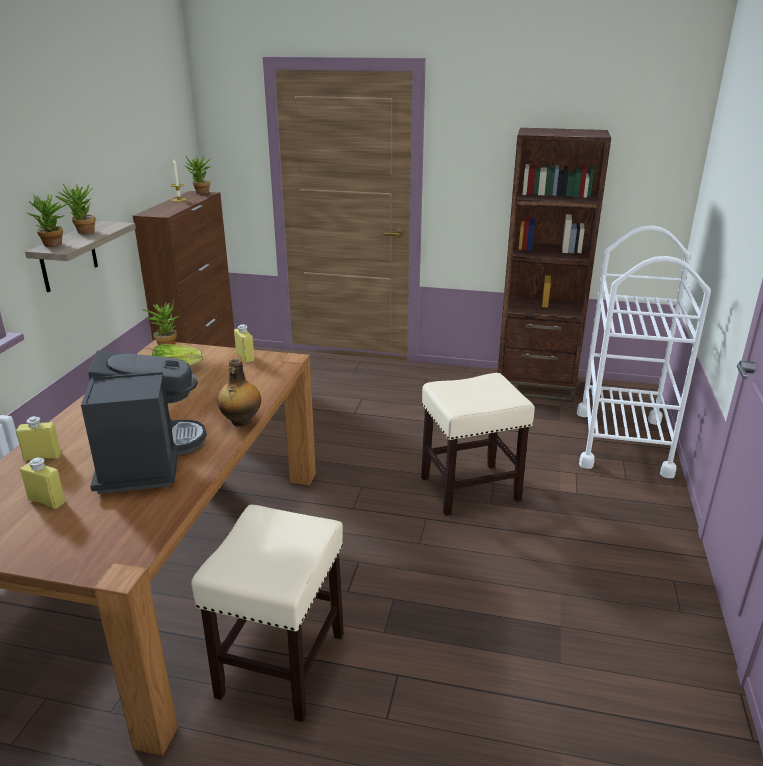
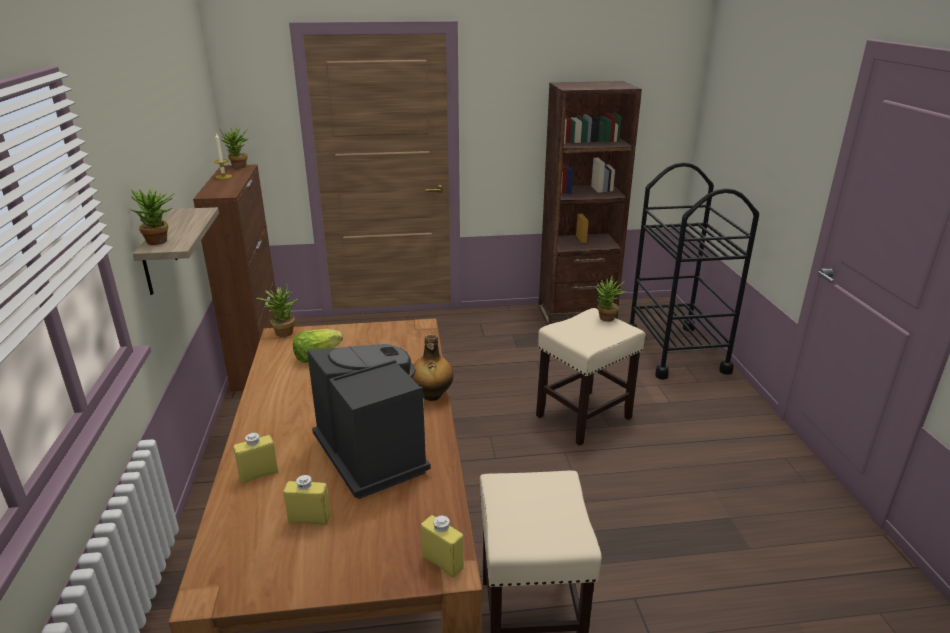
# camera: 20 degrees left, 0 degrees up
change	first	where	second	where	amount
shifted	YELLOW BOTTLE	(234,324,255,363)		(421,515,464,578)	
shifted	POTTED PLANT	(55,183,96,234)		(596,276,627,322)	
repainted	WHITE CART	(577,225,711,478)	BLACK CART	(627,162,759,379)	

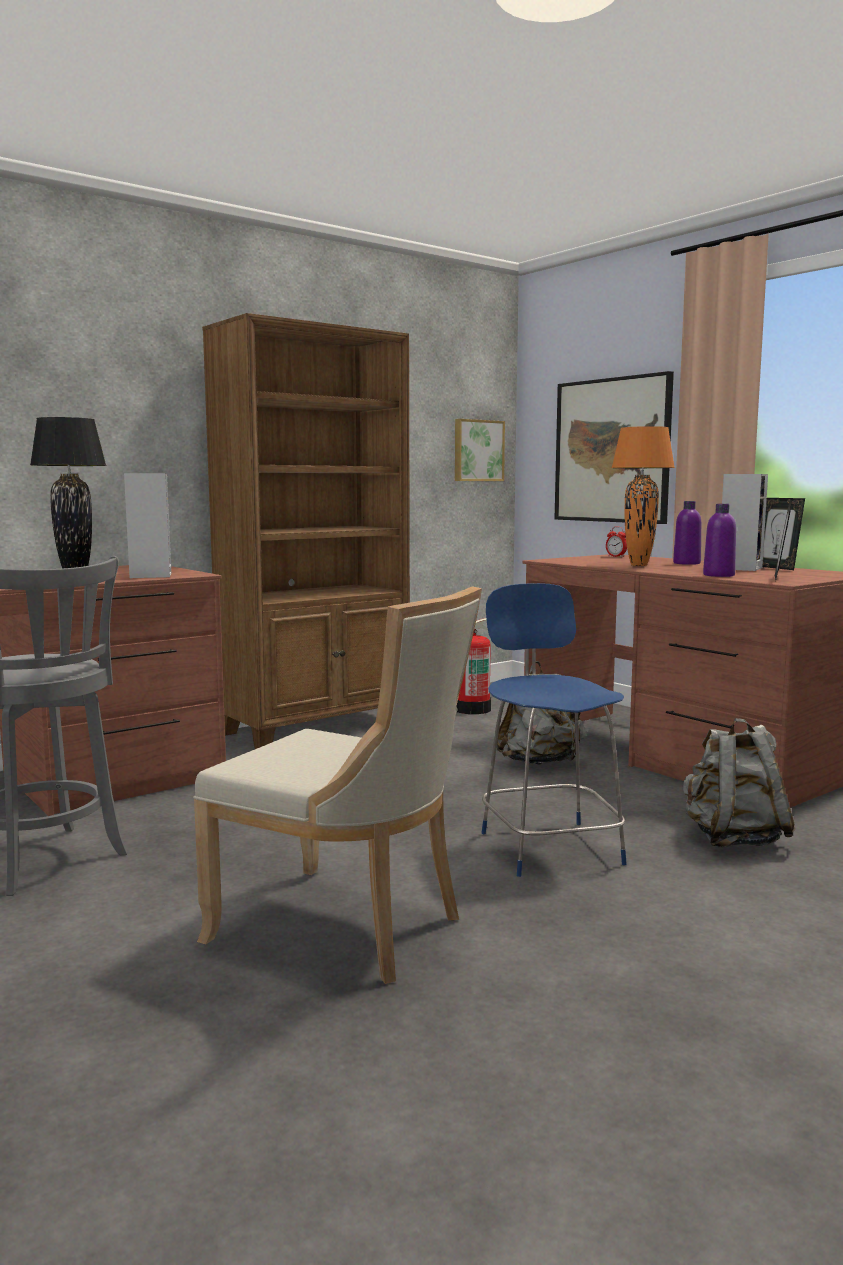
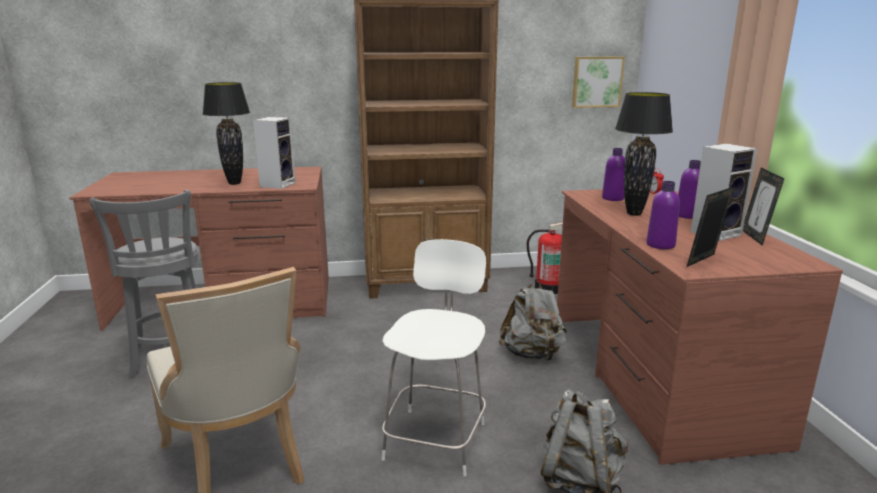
# camera: 30 degrees right, 10 degrees up
change	first	where	second	where	amount
repainted	BLUE CHAIR	(482,583,627,877)	WHITE CHAIR	(381,239,486,477)	
new			PURPLE BOTTLE	(602,148,625,201)	
repainted	ORANGE TABLE LAMP	(611,426,675,566)	BLACK TABLE LAMP	(615,92,673,216)	
gone	PICTURE	(555,371,674,524)			

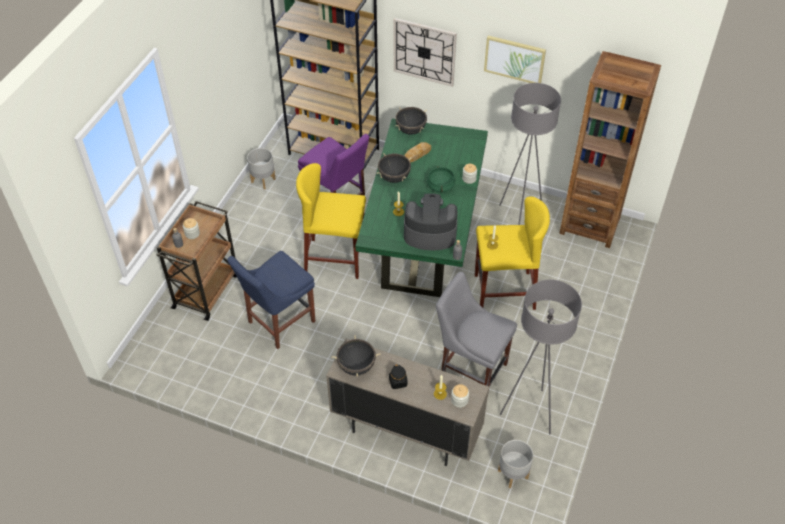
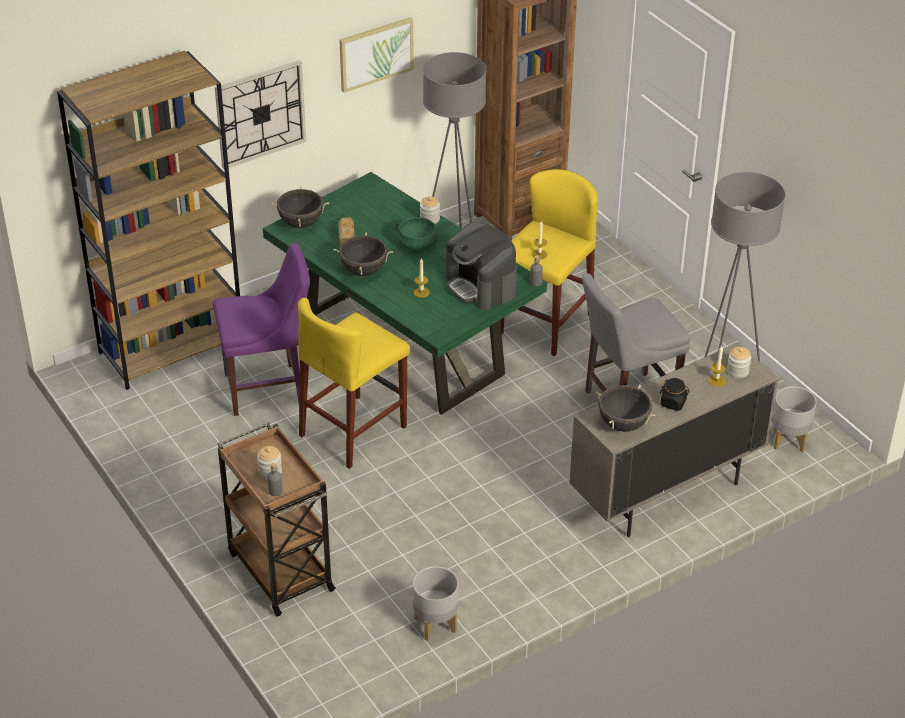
# camera: 55 degrees left, 10 degrees down
change	first	where	second	where	amount
shifted	GREY PLANTER	(247,148,276,189)		(413,566,459,641)	
rotated	COFFEE MACHINE	(404,193,458,250)		(445,222,517,310)	75 degrees counterclockwise
gone	BLUE CHAIR	(227,251,315,349)			

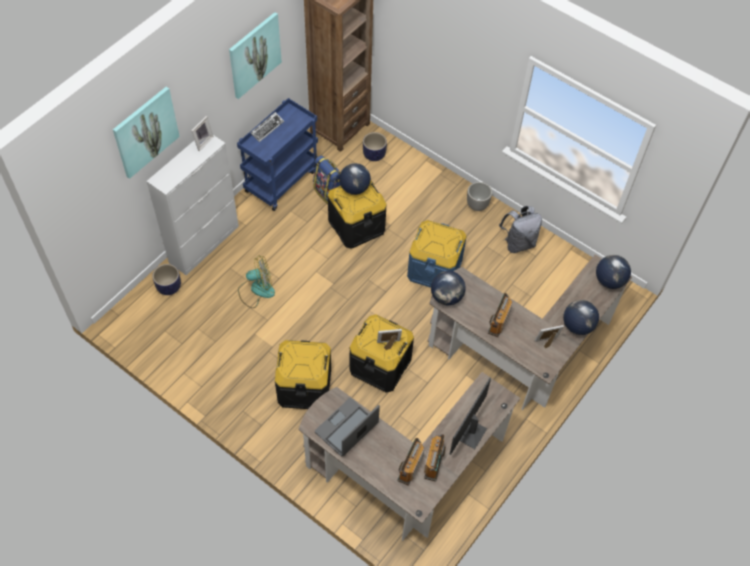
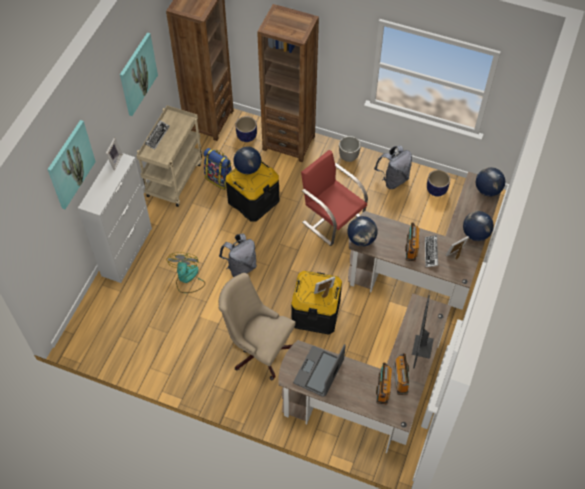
# camera: 15 degrees left, 0 degrees up
change	first	where	second	where	amount
repainted	BLUE CART	(237,98,318,211)	BEIGE CART	(136,105,203,207)	
rotated	FAN	(238,255,275,308)		(168,252,205,293)	60 degrees counterclockwise
new			GREY BACKPACK	(219,233,257,277)	
swapped	BLACK STORAGE BOX	(275,340,331,409)	BEIGE OFFICE CHAIR	(219,273,296,381)	
new			BROWN BOOKCASE	(257,4,319,162)	
swapped	BLUE STORAGE BOX	(407,220,467,288)	RED CHAIR	(301,150,368,246)	
new			KEYBOARD	(425,235,438,267)	
shifted	PLANTER	(152,264,181,295)		(427,170,450,197)	

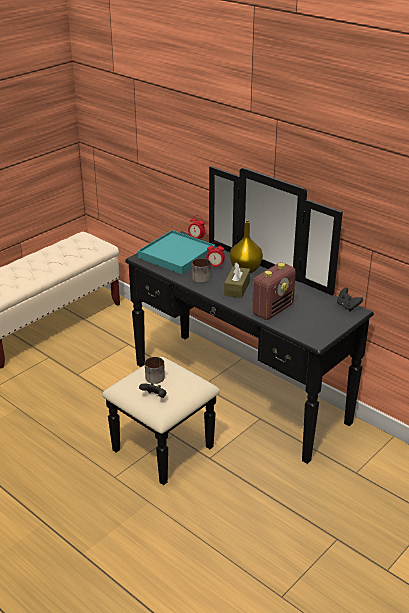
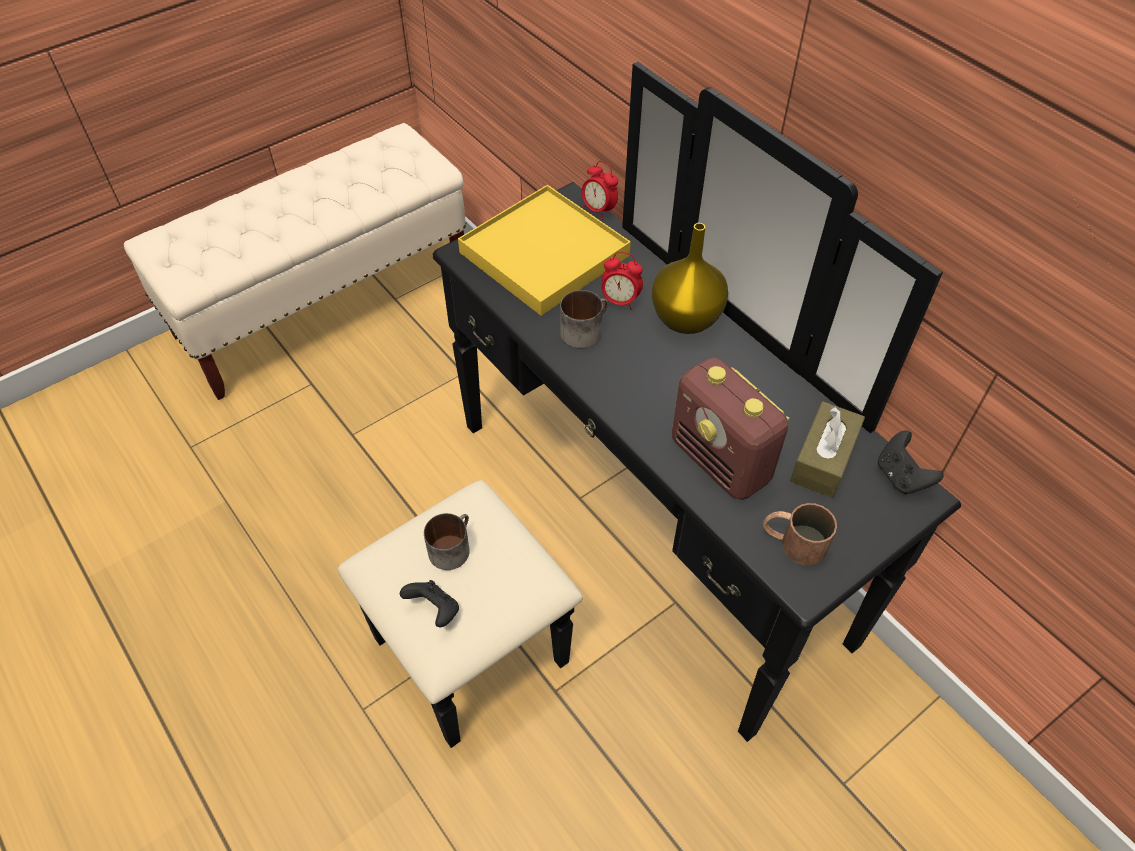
# camera: 10 degrees right, 20 degrees up
change	first	where	second	where	amount
repainted	TURQUOISE TRAY	(138,230,215,274)	YELLOW TRAY	(458,185,631,316)	
rotated	RADIO	(252,262,296,320)		(672,358,790,500)	90 degrees clockwise
new			BROWN MUG	(763,503,837,566)	
shifted	BROWN TISSUE BOX	(224,262,250,298)		(790,402,865,498)	

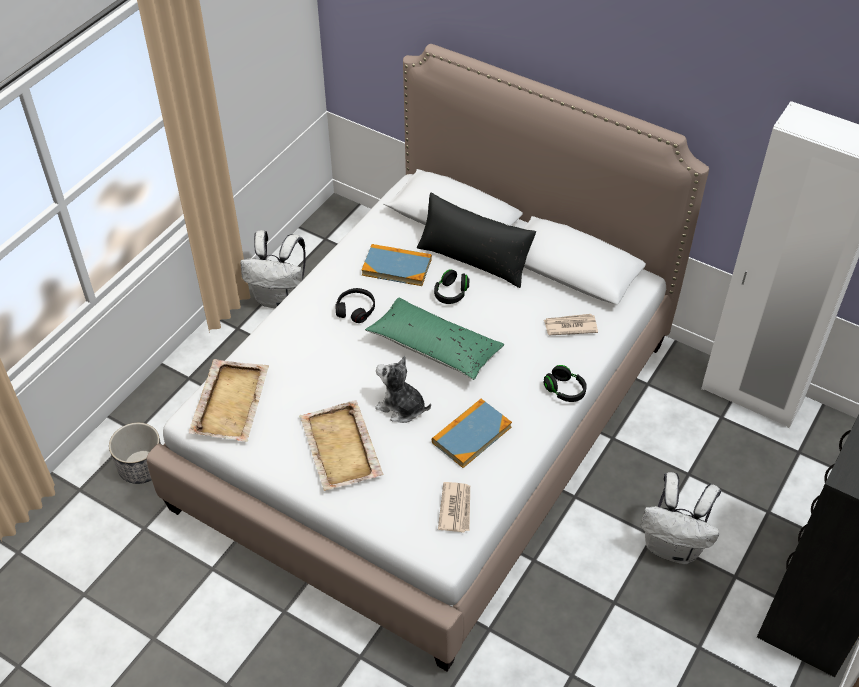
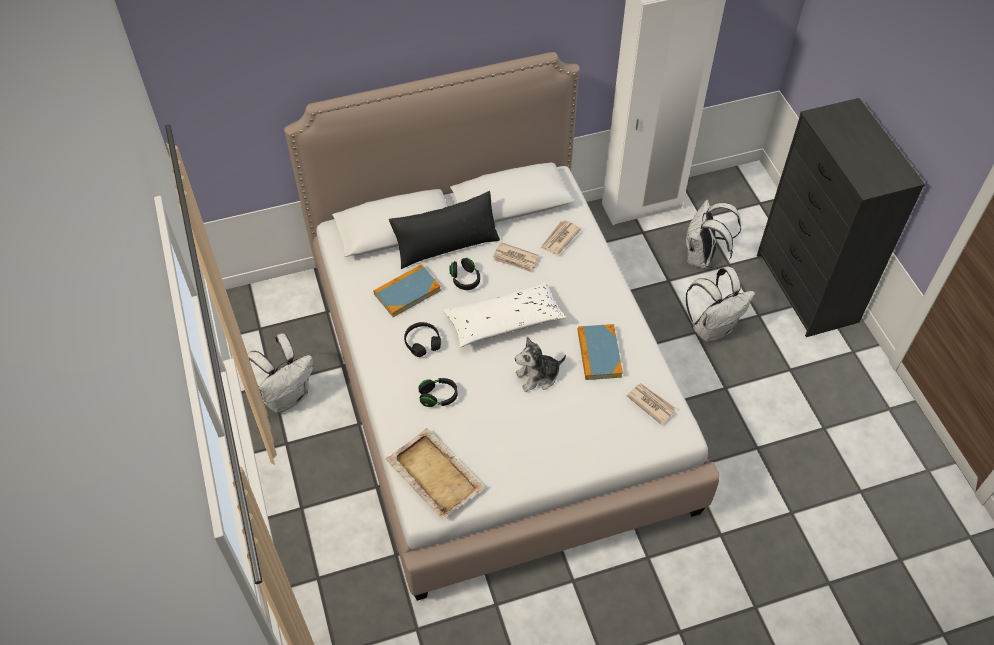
# camera: 50 degrees left, 5 degrees up
change	first	where	second	where	amount
shifted	BLACK HEADPHONES	(543,365,587,402)		(418,378,458,407)	
repainted	GREEN PILLOW	(365,298,504,380)	WHITE PILLOW	(443,282,567,347)	
new			NEWSPAPER	(493,242,539,273)	
new			WHITE BACKPACK	(686,200,741,269)	
gone	PLANTER	(109,423,161,484)			
gone	BEIGE TRAY	(299,400,383,491)			

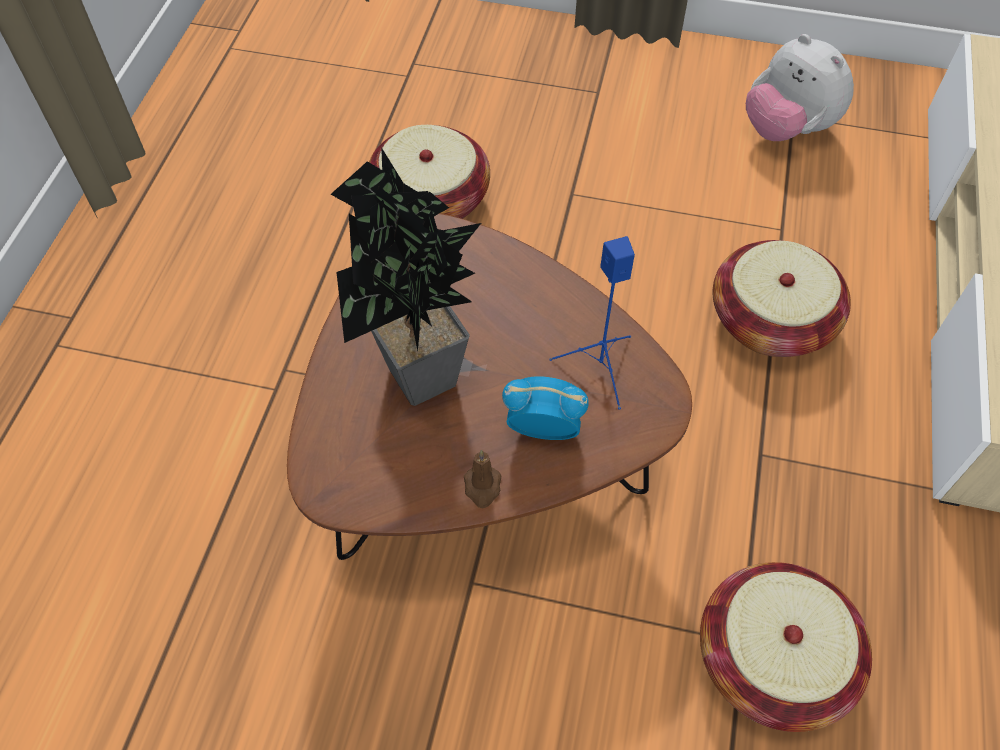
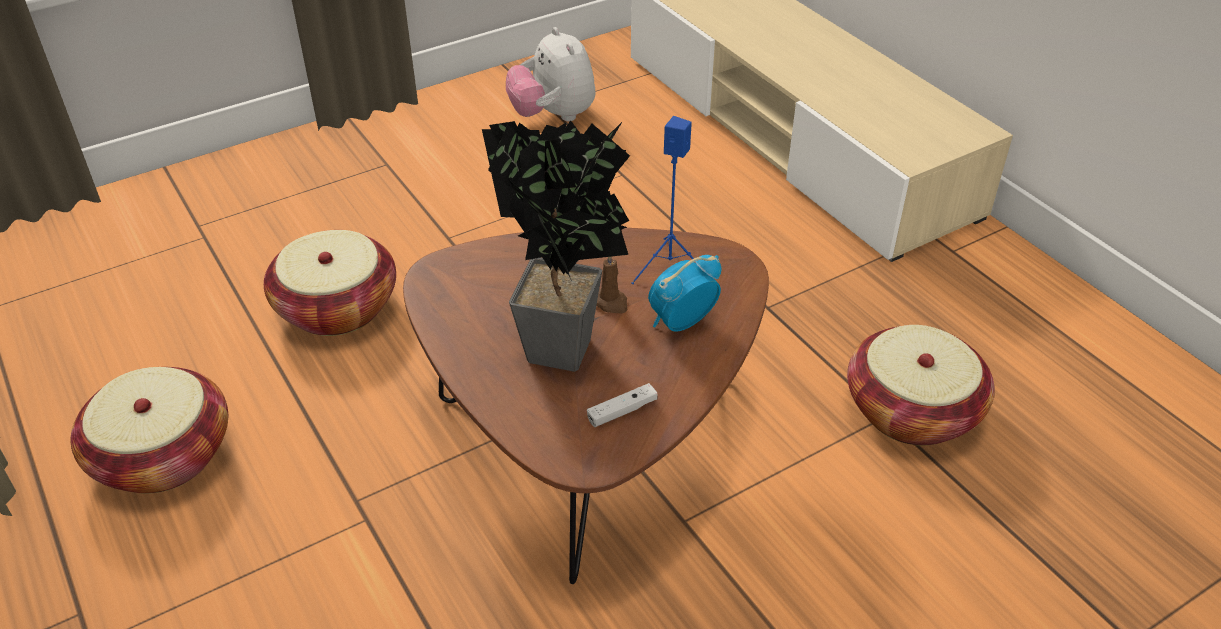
# camera: 45 degrees left, 15 degrees down
change	first	where	second	where	amount
shifted	BASKET	(713,240,851,357)		(71,367,228,494)	
rotated	PLUSH TOY	(746,34,854,141)		(506,27,595,121)	60 degrees clockwise
new			WHITE GAME CONTROLLER	(587,383,657,427)	
shifted	BROWN CANDLE	(464,450,501,508)		(596,257,627,313)	

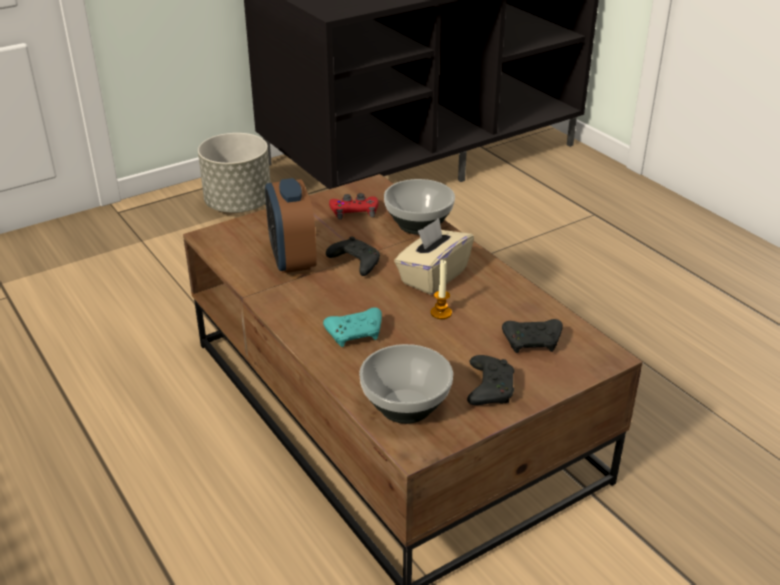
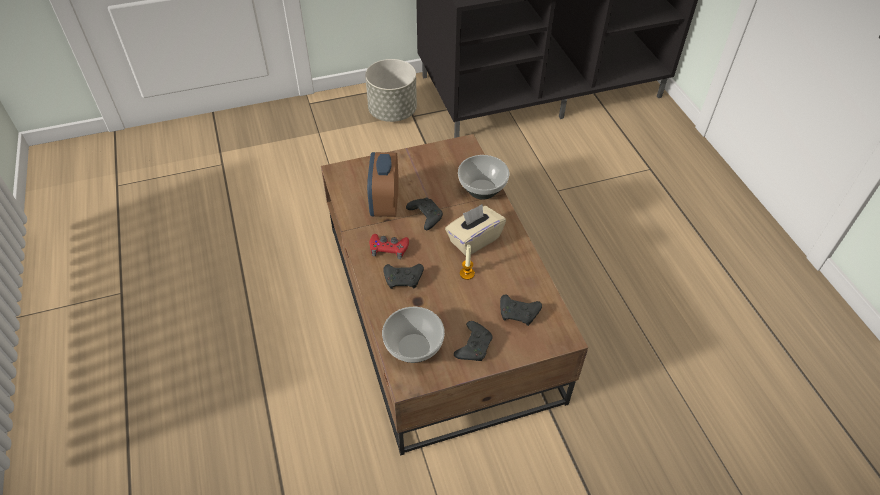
# camera: 15 degrees right, 15 degrees up
change	first	where	second	where	amount
shifted	RED GAME CONTROLLER	(329,193,379,219)		(369,234,409,259)	
repainted	TURQUOISE GAME CONTROLLER	(323,307,382,347)	BLACK GAME CONTROLLER	(383,264,424,289)	

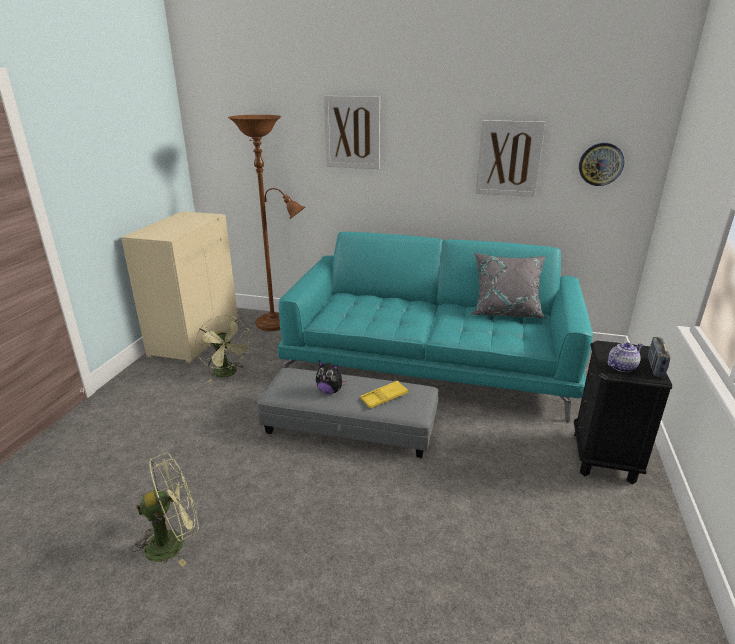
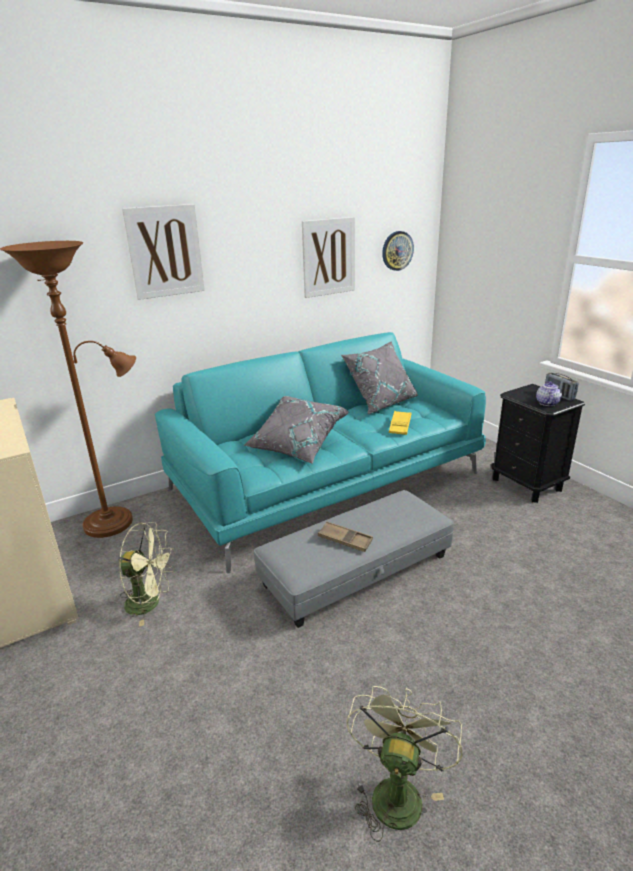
# camera: 45 degrees left, 0 degrees up
change	first	where	second	where	amount
new			GREY PILLOW	(243,396,349,464)	
swapped	PLUSH TOY	(316,361,347,394)	BROWN TRAY	(318,522,373,552)	
shifted	YELLOW TRAY	(360,381,408,409)		(389,411,412,435)	

